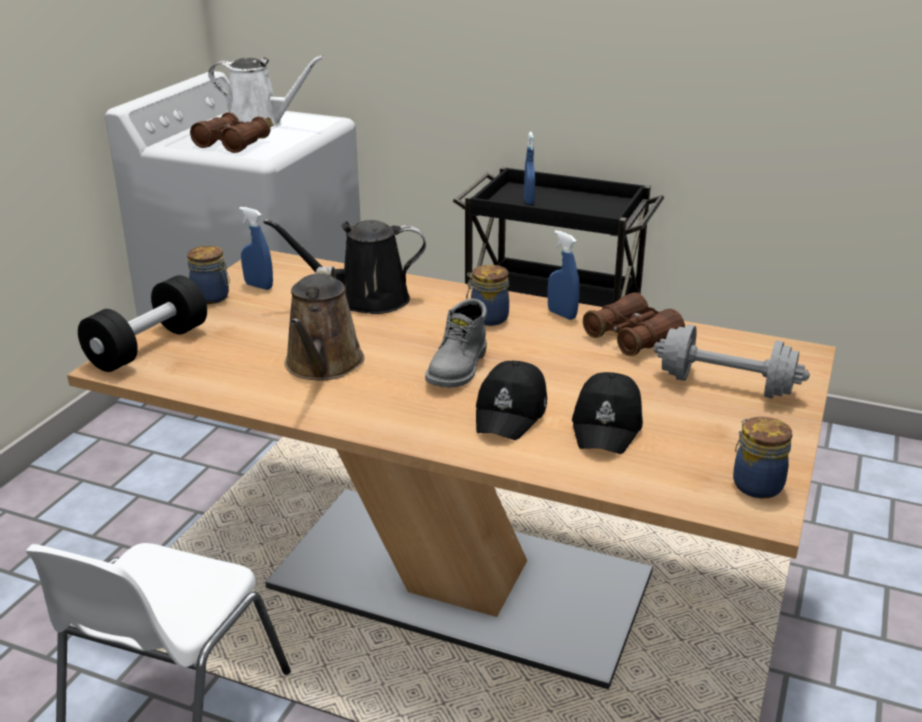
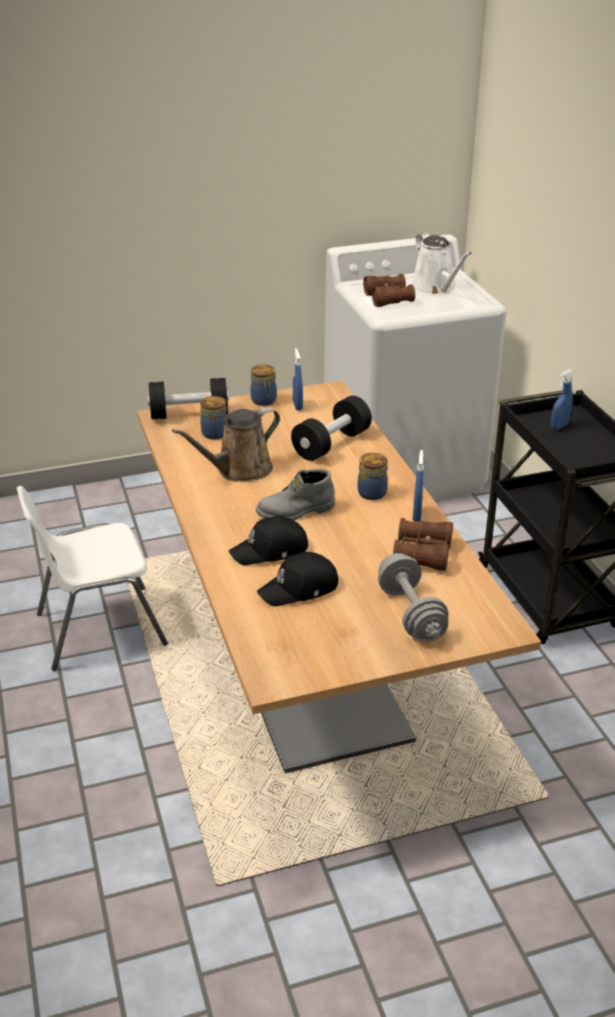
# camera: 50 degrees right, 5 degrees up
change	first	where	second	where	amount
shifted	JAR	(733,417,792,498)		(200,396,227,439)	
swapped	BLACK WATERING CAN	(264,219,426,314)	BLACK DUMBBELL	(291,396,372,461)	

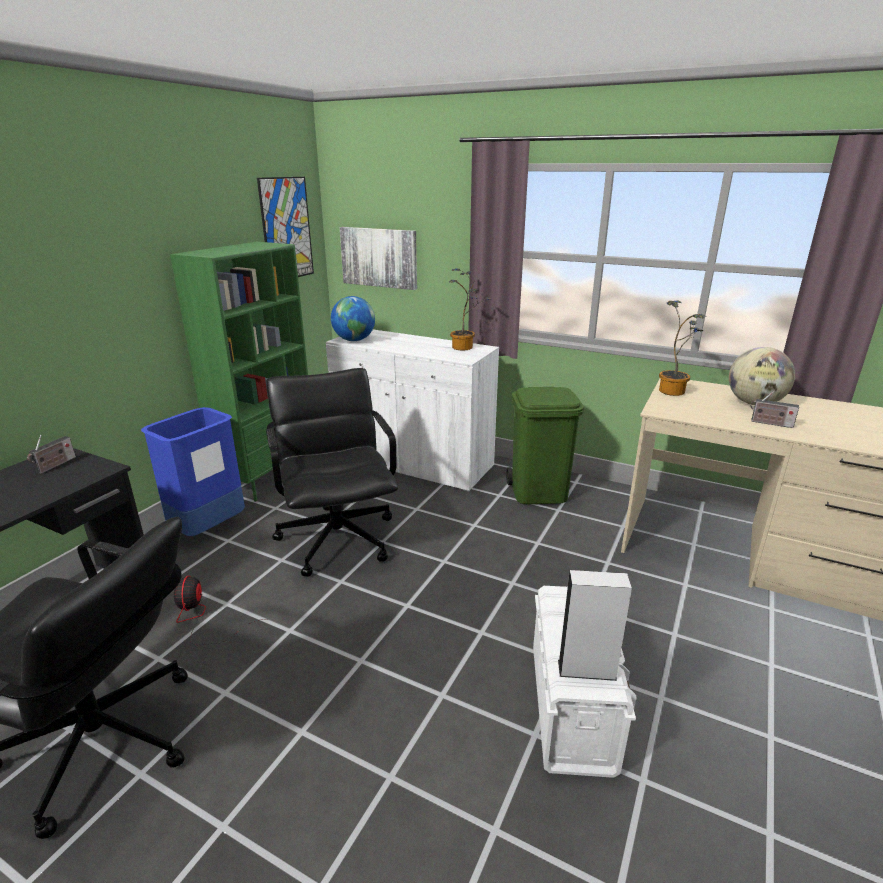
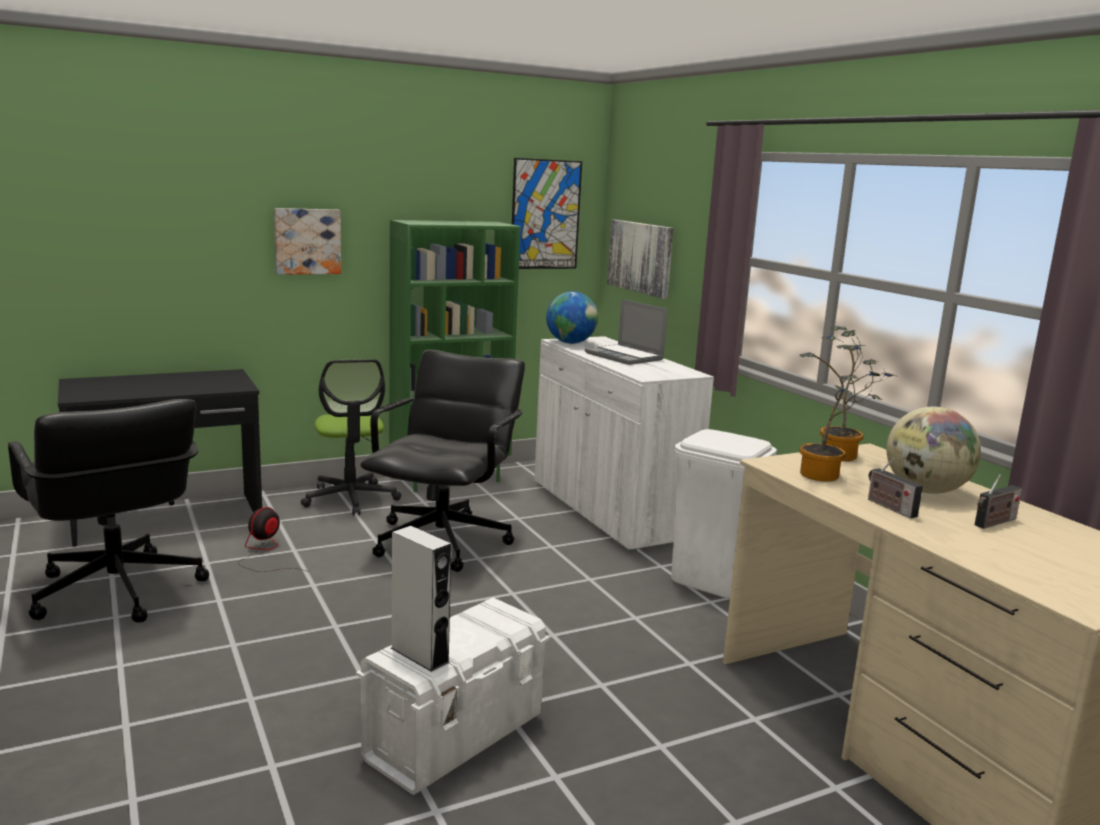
# camera: 35 degrees right, 10 degrees down
change	first	where	second	where	amount
new			PICTURE	(274,208,341,275)	
swapped	BLUE TRASH CAN	(141,407,245,536)	OFFICE CHAIR	(301,359,401,515)	
new			LAPTOP	(585,299,668,365)	
repainted	GREEN TRASH CAN	(506,387,584,504)	WHITE TRASH CAN	(671,429,777,598)	
shifted	POTTED PLANT	(449,268,491,350)		(799,336,882,481)	
shifted	RADIO	(27,435,76,474)		(974,474,1022,529)	

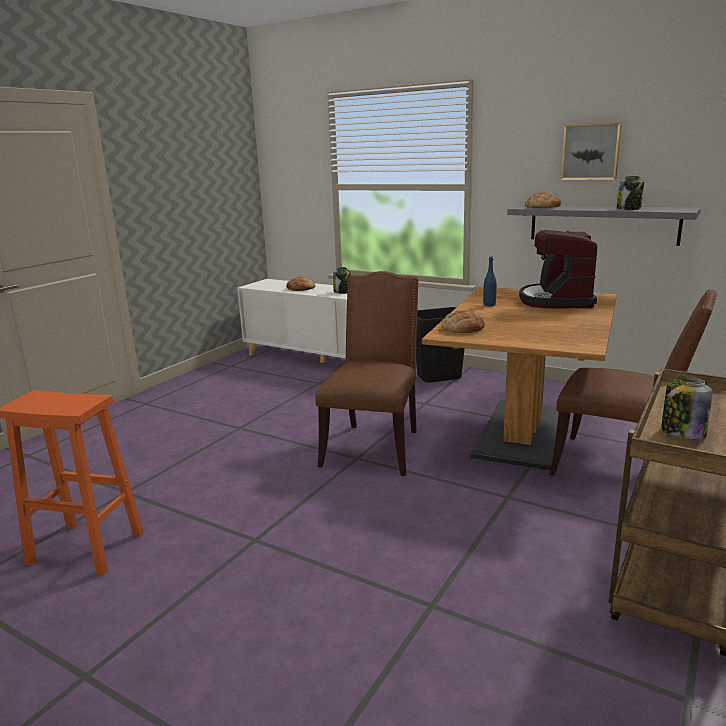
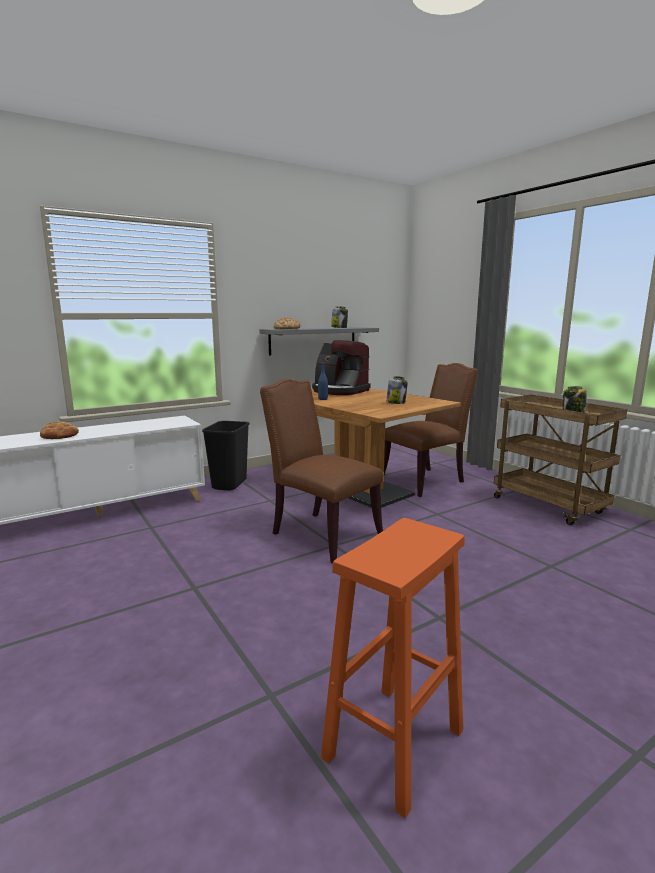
# camera: 65 degrees left, 5 degrees down
change	first	where	second	where	amount
shifted	JAR	(333,267,351,294)		(386,376,408,404)	
gone	BREAD	(442,310,485,333)			
gone	PICTURE	(561,122,622,180)			

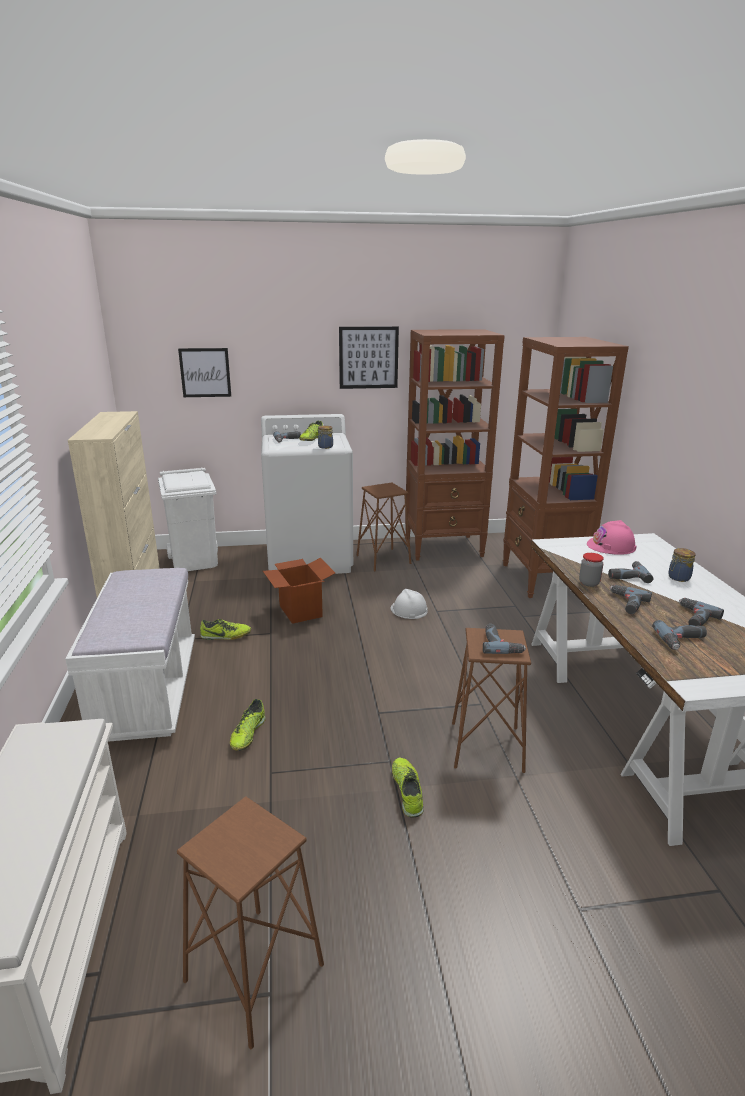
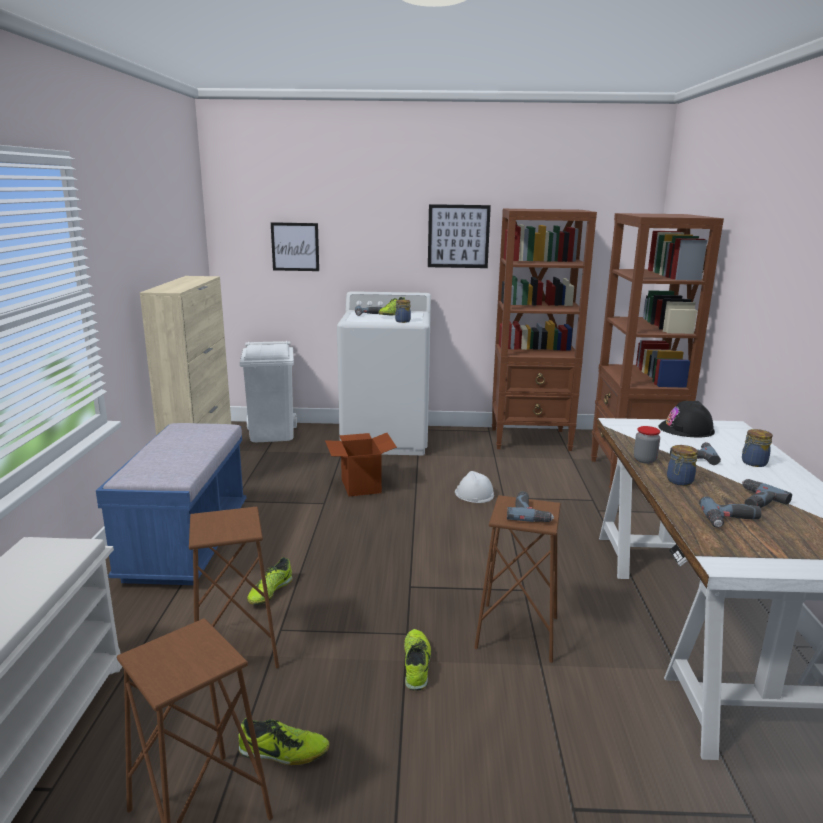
# camera: 10 degrees right, 5 degrees down
change	first	where	second	where	amount
repainted	WHITE BENCH	(65,568,195,742)	BLUE BENCH	(96,423,246,585)	
shifted	BROWN STOOL	(357,483,411,571)		(189,507,279,668)	
shifted	SHOE	(200,619,251,640)		(239,718,329,765)	
repainted	PINK HARD HAT	(587,520,637,555)	BLACK HARD HAT	(658,401,715,438)	
swapped	POWER DRILL	(610,585,652,614)	JAR	(667,445,698,486)	

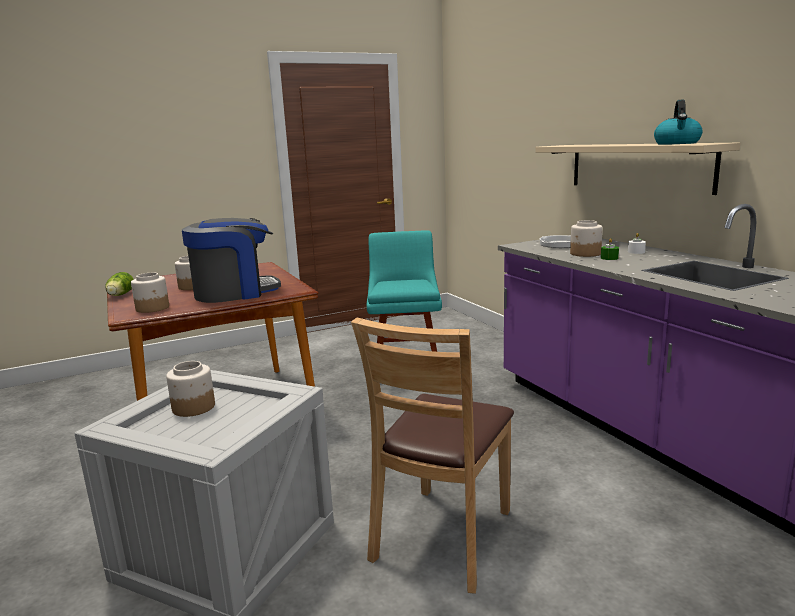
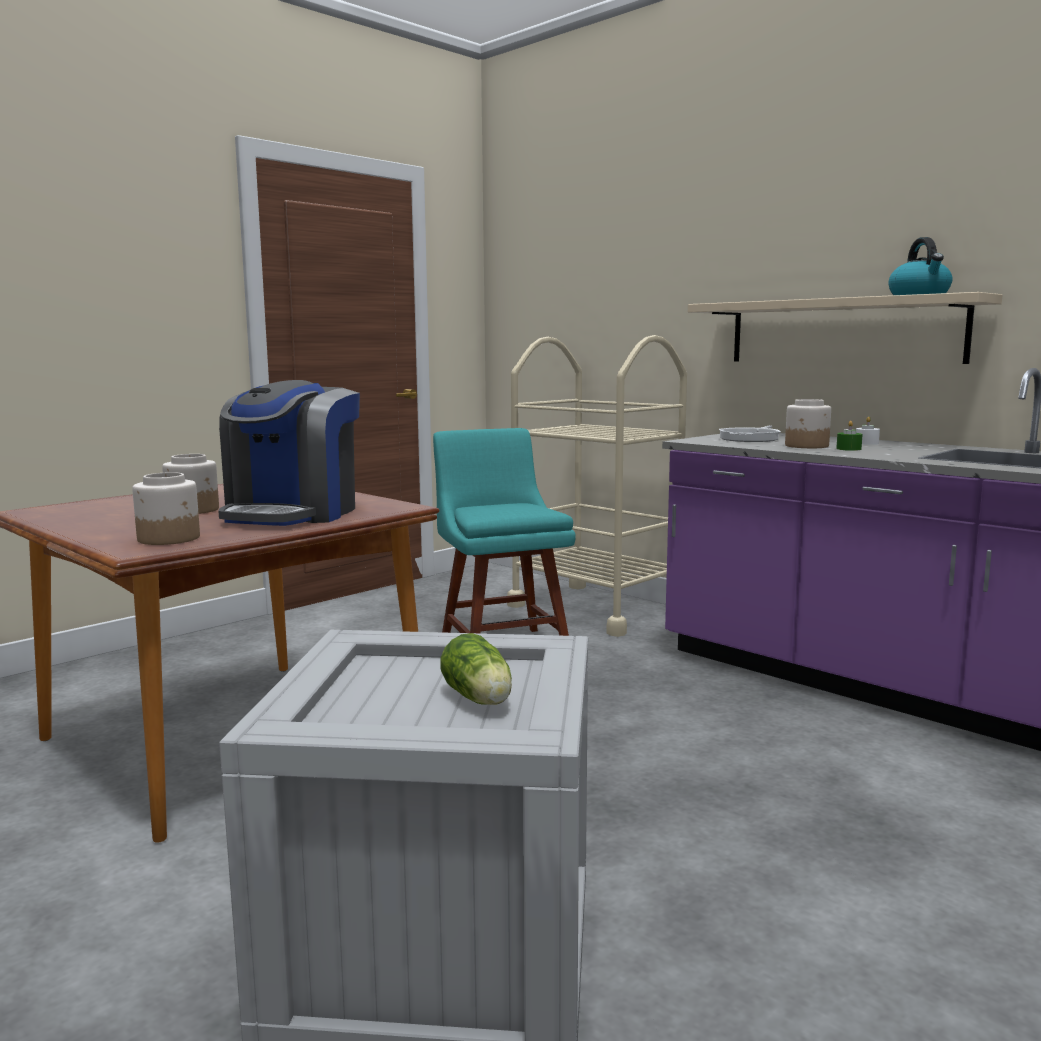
# camera: 20 degrees left, 5 degrees down
change	first	where	second	where	amount
rotated	COFFEE MACHINE	(182,218,281,303)		(218,380,360,526)	150 degrees clockwise
shifted	LETTUCE	(105,272,134,296)		(440,633,512,705)	
new			BEIGE CART	(507,335,687,637)	
gone	JAR	(166,361,215,417)			
gone	BROWN CHAIR	(351,317,514,594)			

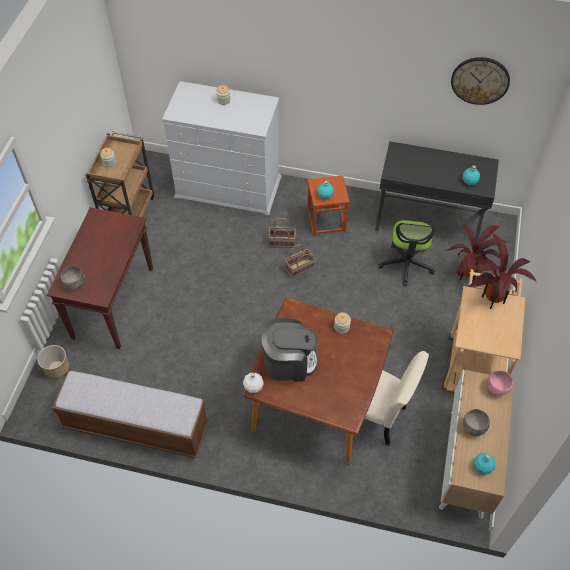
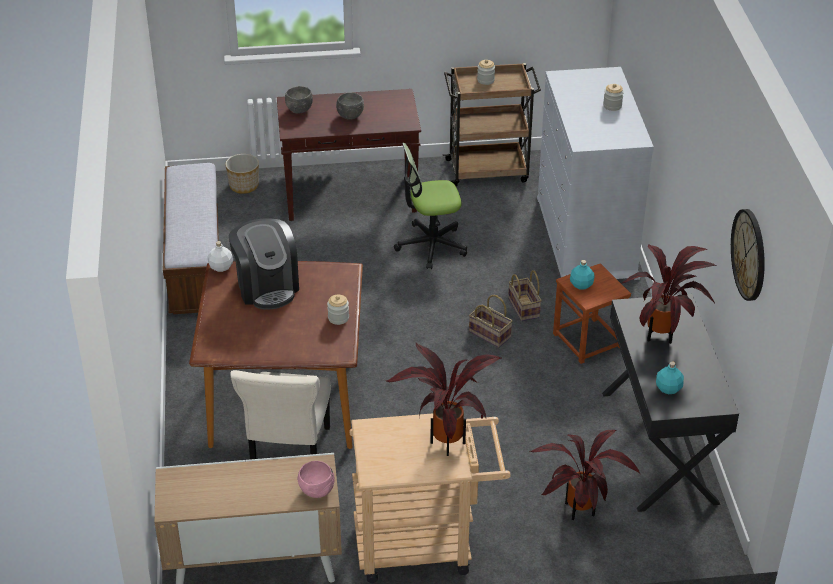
# camera: 70 degrees right, 15 degrees down
change	first	where	second	where	amount
shifted	GREY BOWL	(463,409,490,436)		(336,93,364,120)	
shifted	OFFICE CHAIR	(378,220,435,286)		(394,143,467,269)	
new			POTTED PLANT	(621,245,716,344)	
gone	TURQUOISE BOTTLE	(474,453,495,475)			

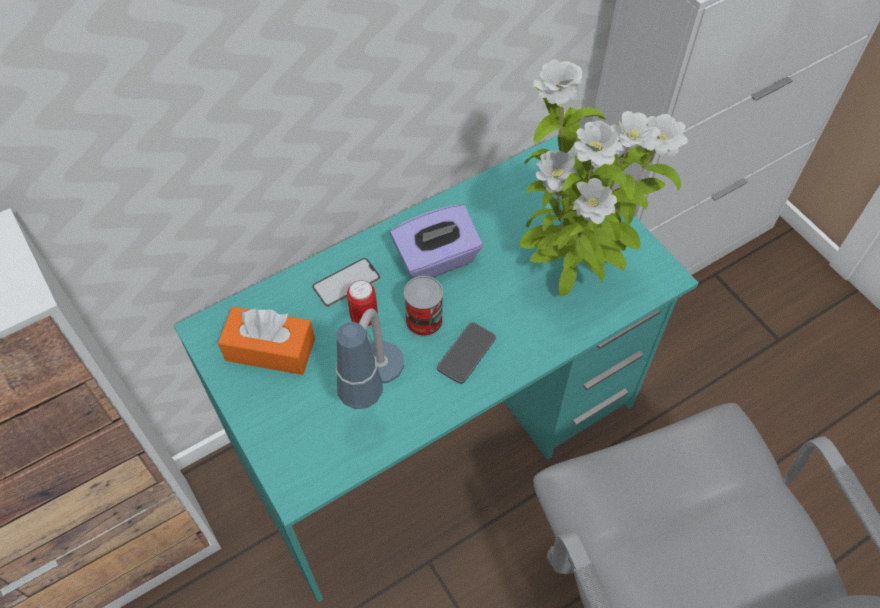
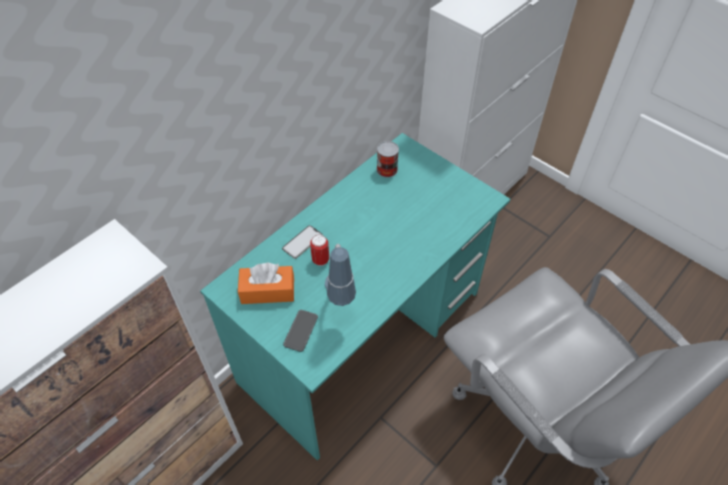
# camera: 15 degrees left, 5 degrees down
change	first	where	second	where	amount
shifted	PHONE	(437,322,496,384)		(283,310,318,352)	
shifted	CAN	(404,276,443,337)		(377,141,399,178)	
gone	PURPLE TISSUE BOX	(390,204,483,279)			
gone	POTTED PLANT	(520,60,688,296)			

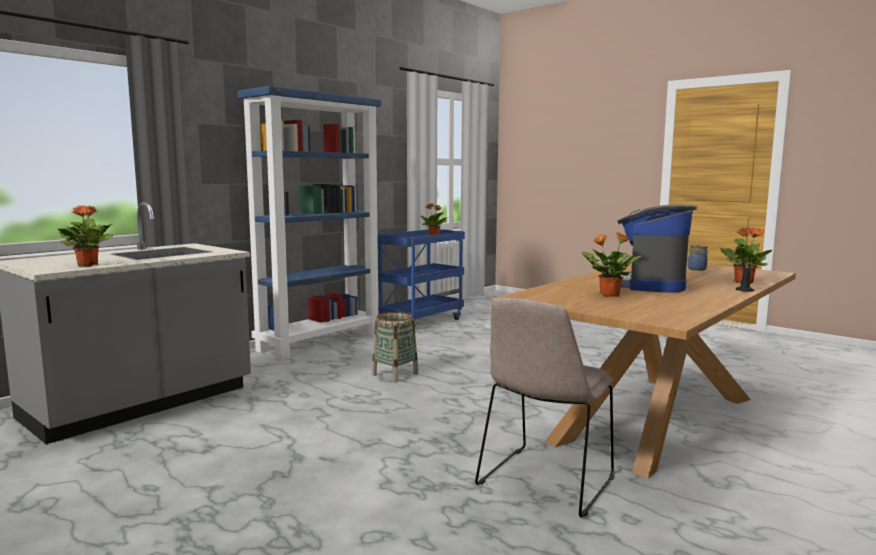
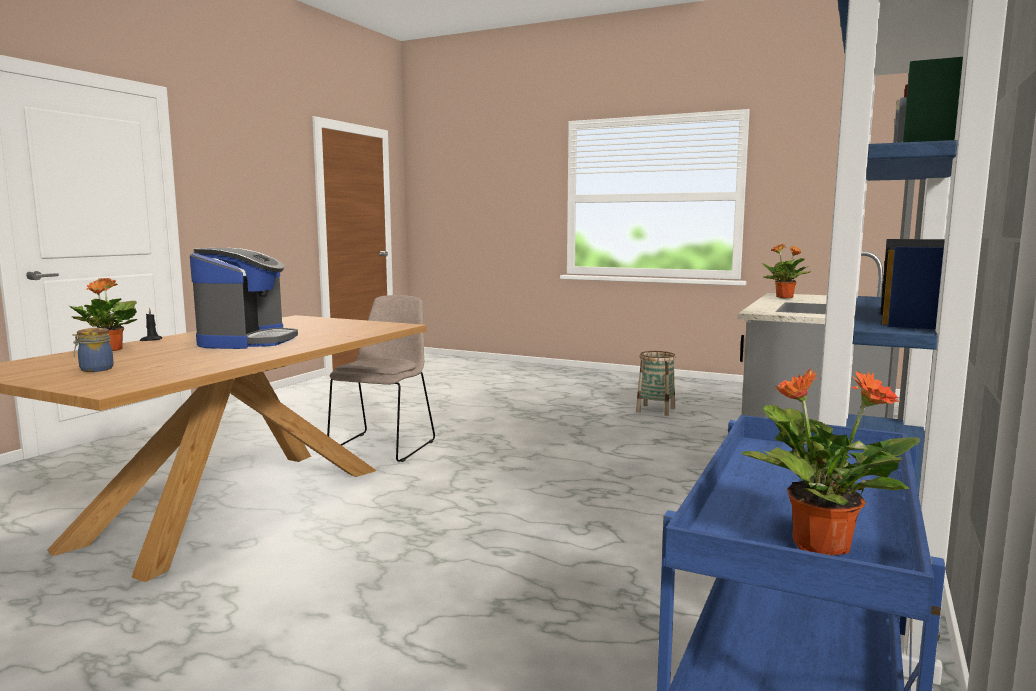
# camera: 165 degrees right, 0 degrees up
change	first	where	second	where	amount
shifted	BASKET	(372,312,418,382)		(636,351,676,416)	
gone	POTTED PLANT	(582,232,642,297)			

